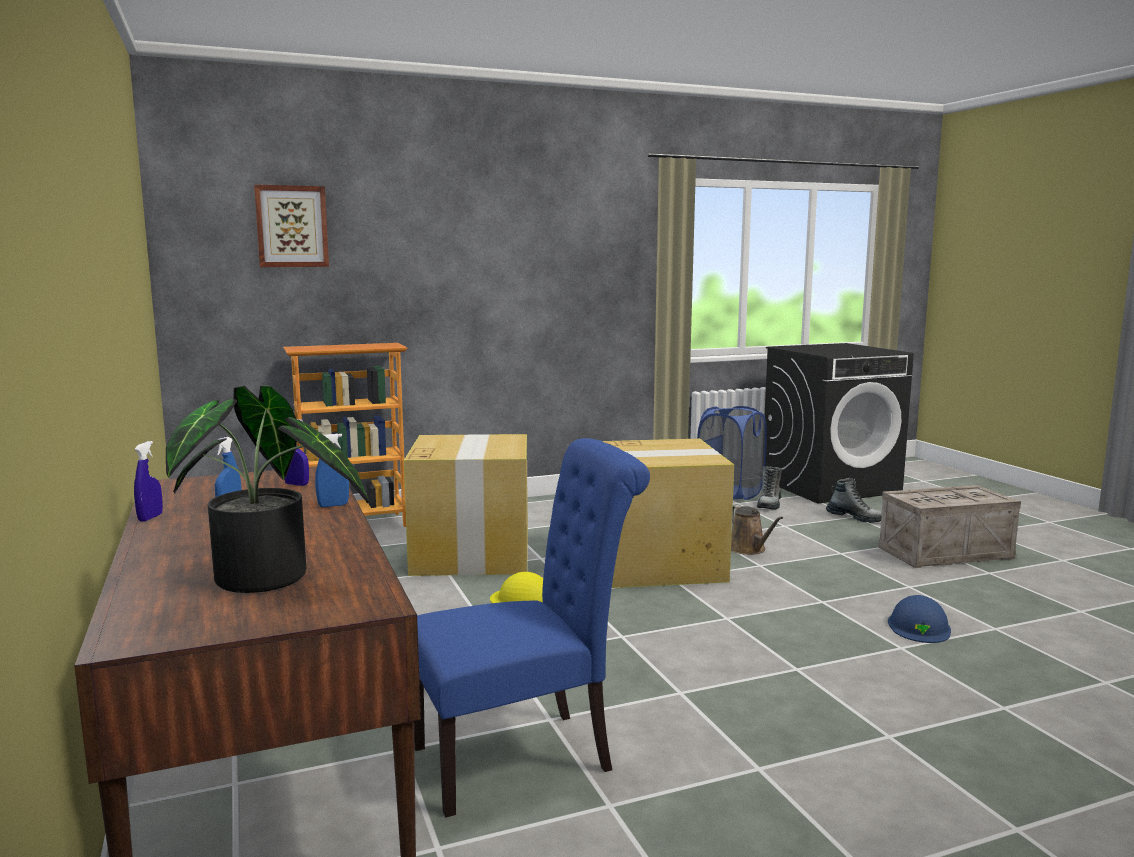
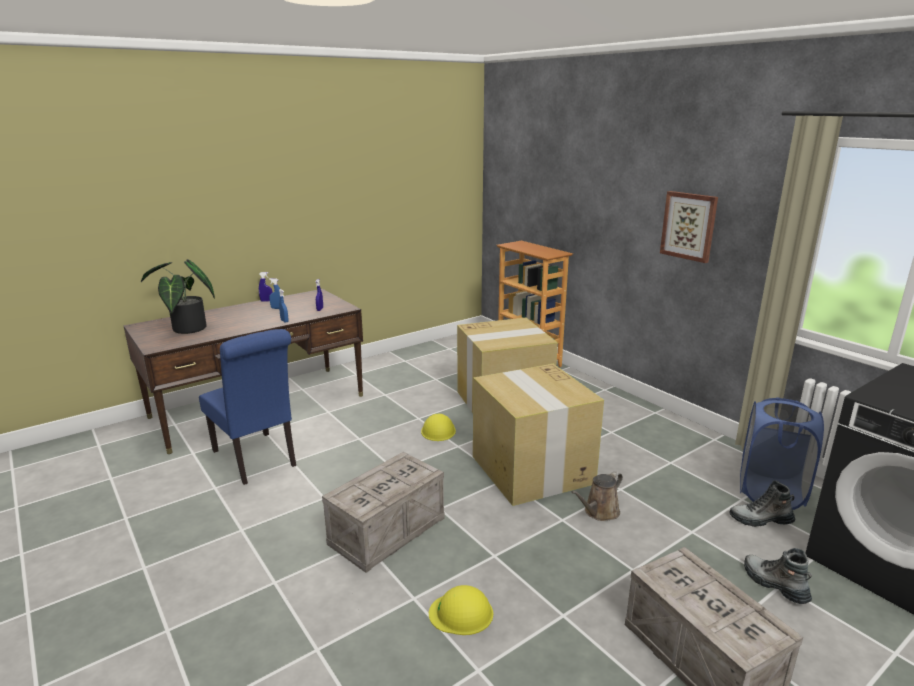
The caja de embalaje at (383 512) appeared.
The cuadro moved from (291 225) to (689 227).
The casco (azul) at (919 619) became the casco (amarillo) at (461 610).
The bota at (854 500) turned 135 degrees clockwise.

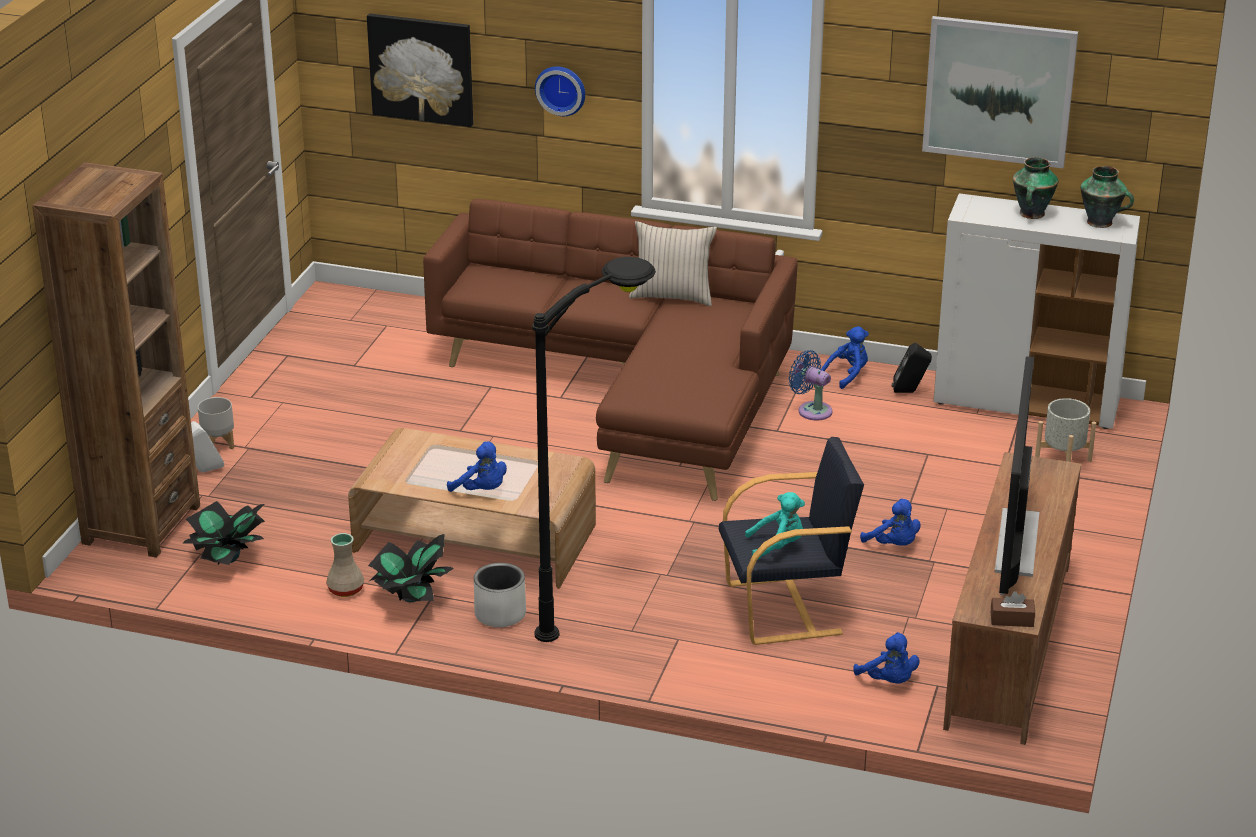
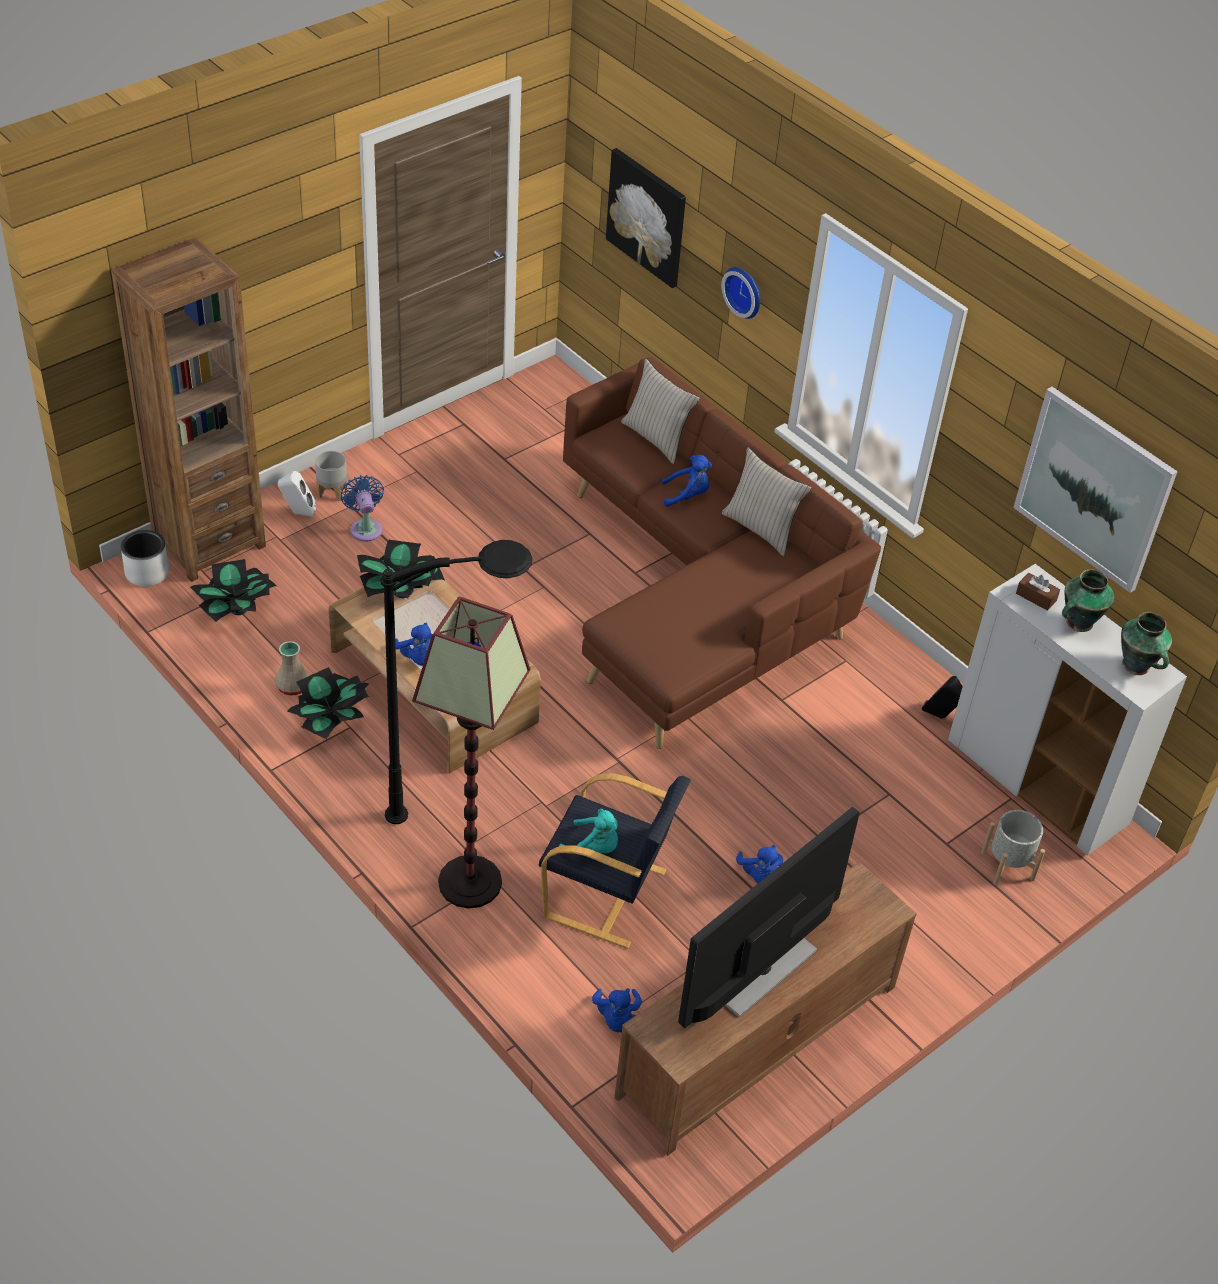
The planta en maceta at (401 569) appeared.
The lámpara de pie at (471 753) appeared.
The cojín (beis) at (660 411) appeared.
The maceta (blanco) moved from (500 595) to (145 558).
The ventilador (azul) moved from (810 385) to (362 508).
The peluche (azul) moved from (845 357) to (687 481).
The caja de pañuelos (marrón) moved from (1013 609) to (1038 592).

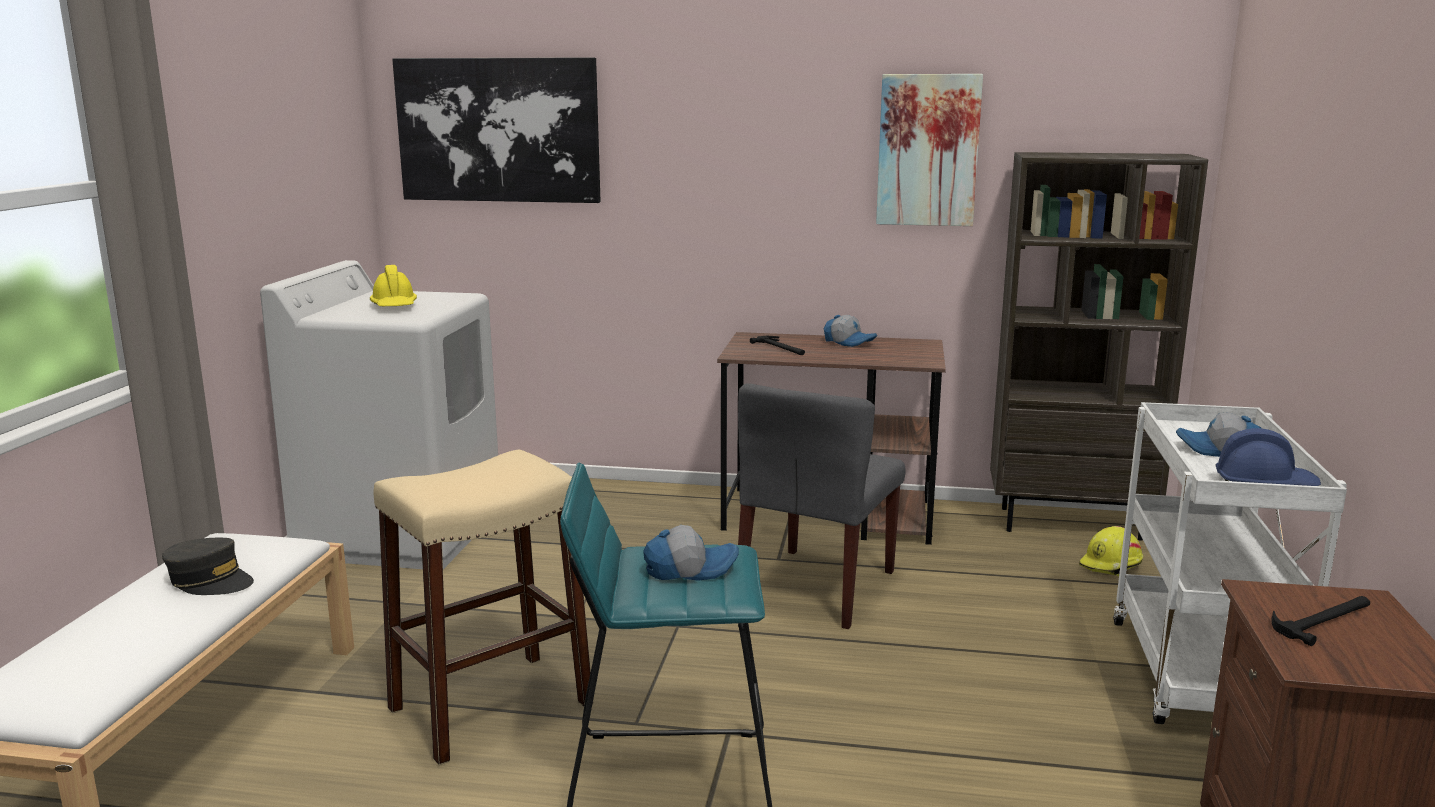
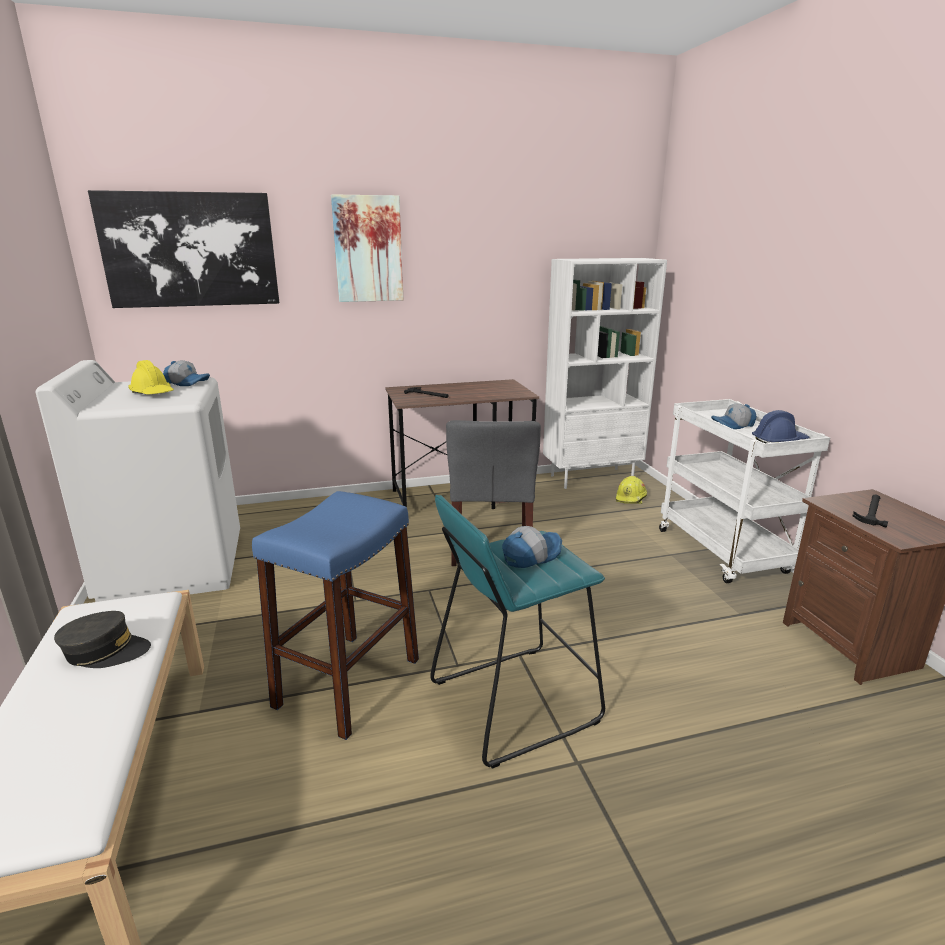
The gorra moved from (850 331) to (186 373).
The cuadro moved from (929 150) to (367 248).
The taburete (beis) at (484 607) became the taburete (azul) at (335 615).
The estantería (marrón) at (1099 346) became the estantería (blanco) at (605 373).

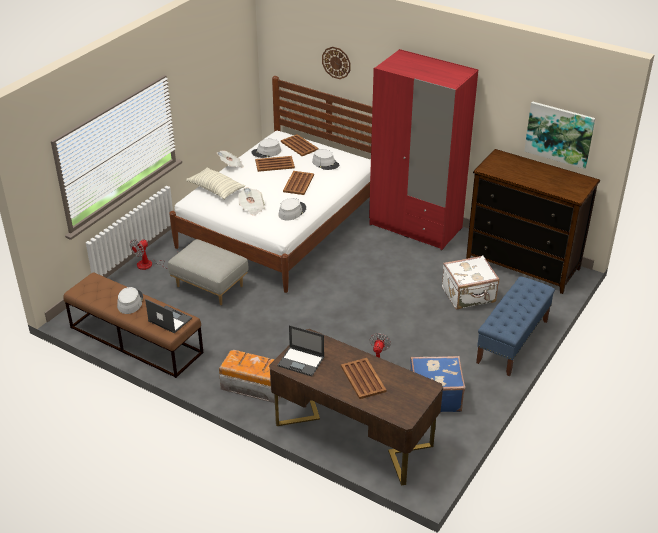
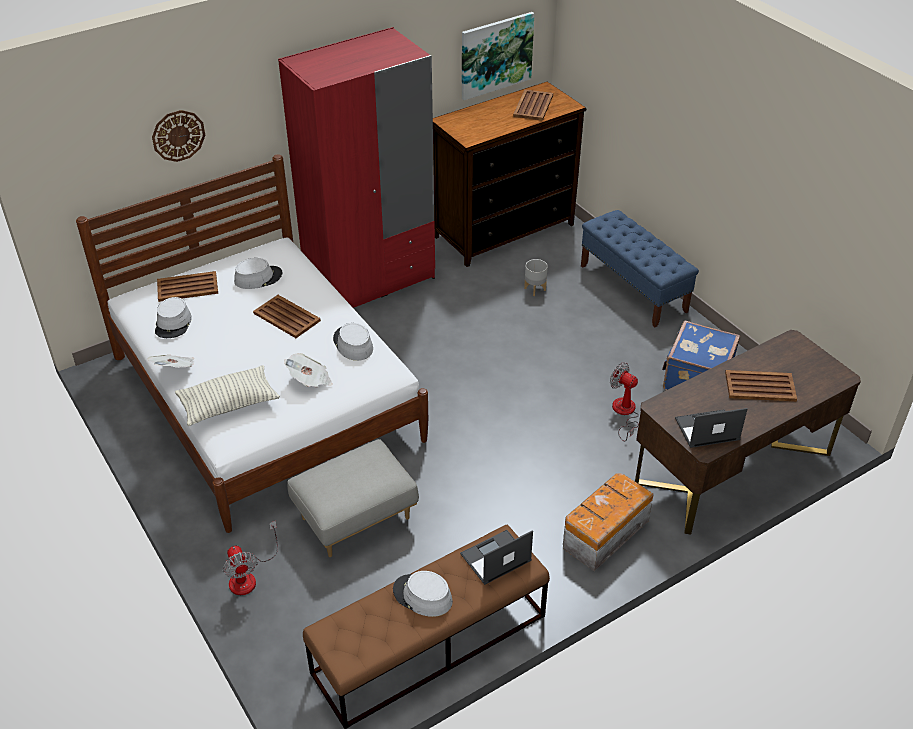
The bandeja (marrón) moved from (275 164) to (533 105).
The maleta (blanco) at (470 283) was replaced by the maceta (gris) at (536 277).
The portátil at (300 350) turned 150 degrees counterclockwise.

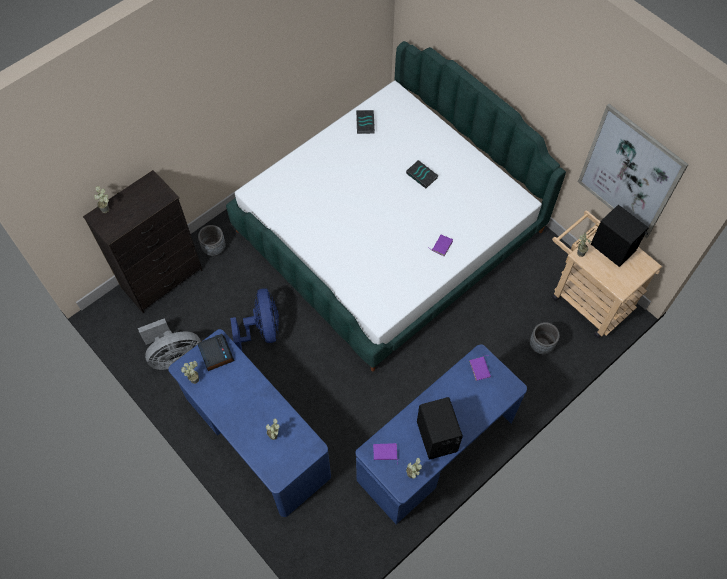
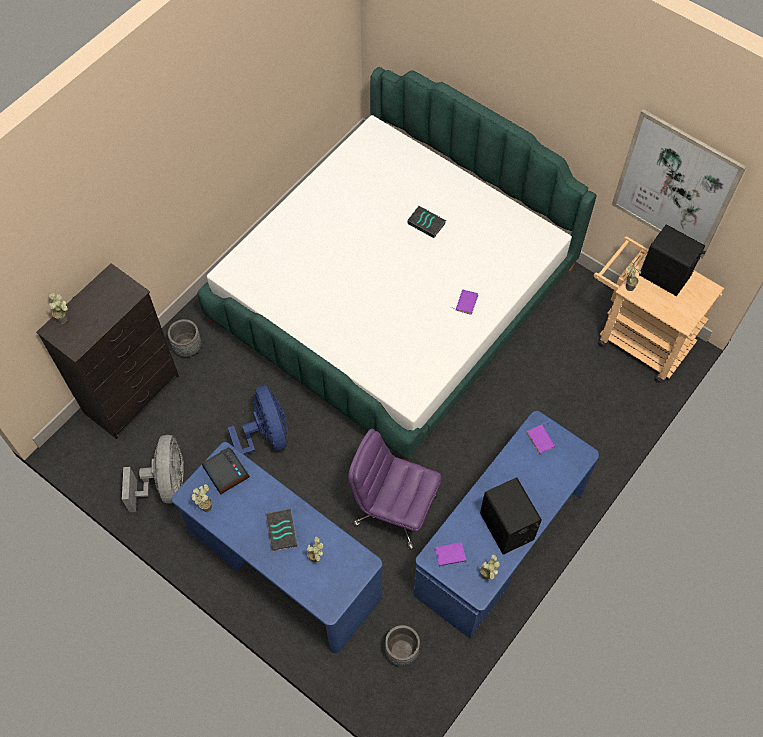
The silla de oficina (morado) at (395 489) appeared.
The libro moved from (365 122) to (281 530).
The maceta (gris) moved from (545 338) to (402 646).
The ventilador (gris) at (169 344) turned 60 degrees counterclockwise.

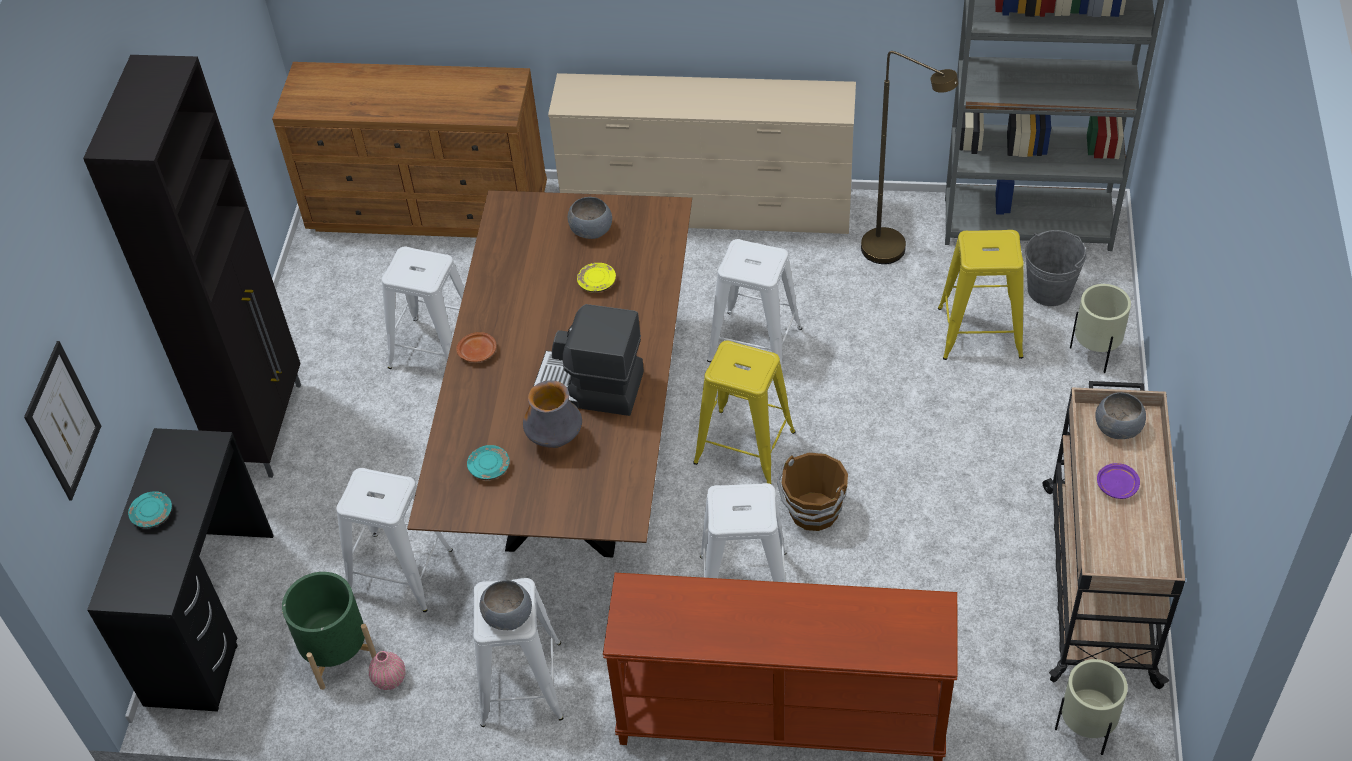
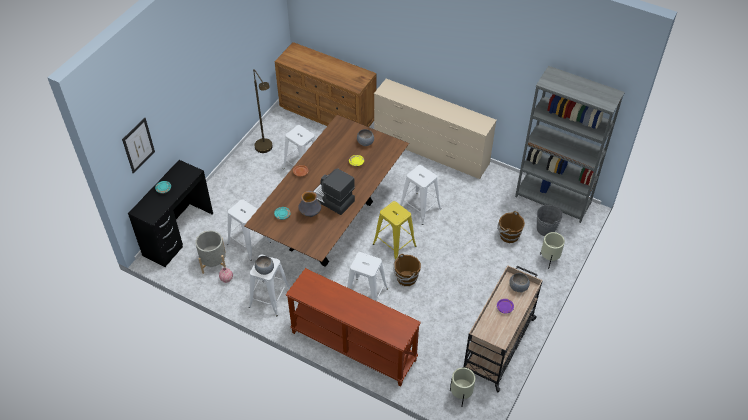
The armario (negro) at (192 266) disappeared.
The lámpara de pie (marrón) moved from (910 157) to (263 111).
The taburete (amarillo) at (981 295) was replaced by the cubo (marrón) at (511 227).
The maceta (verde) at (329 631) became the maceta (gris) at (210 252).

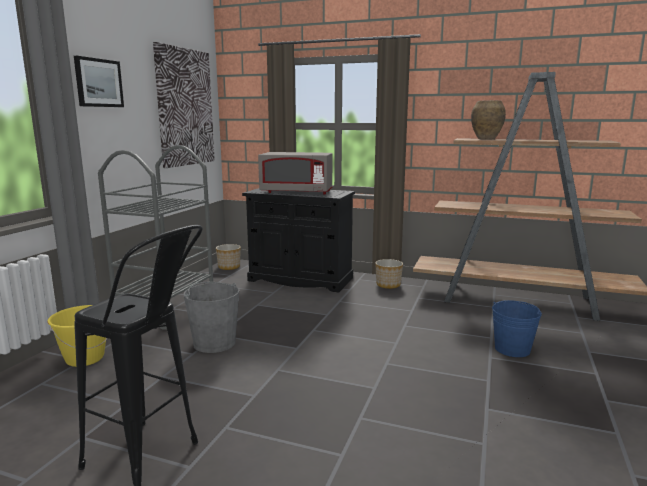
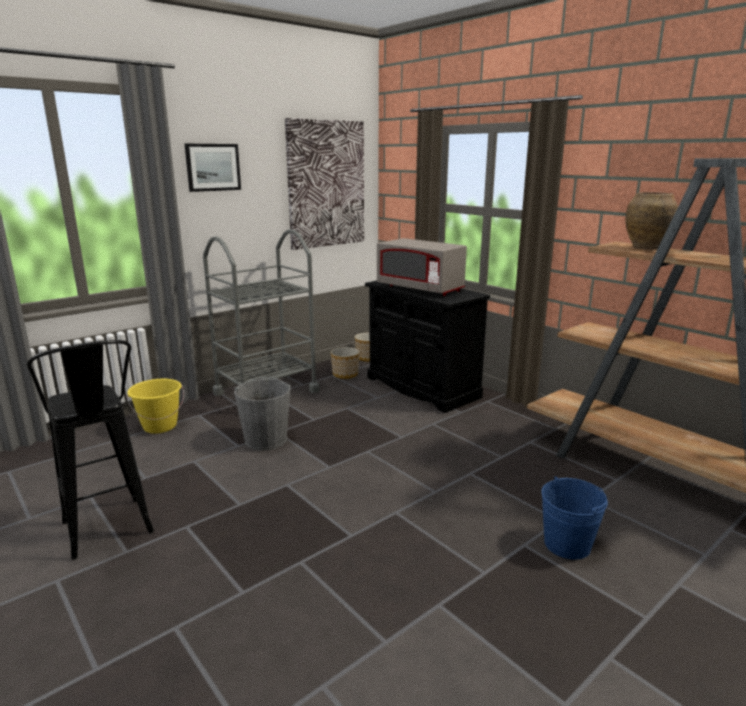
The maceta moved from (389 274) to (345 363).

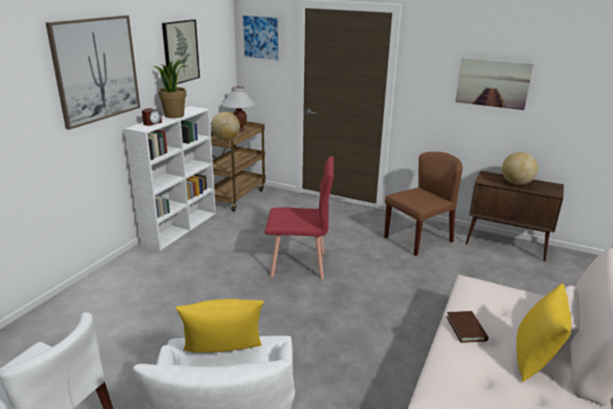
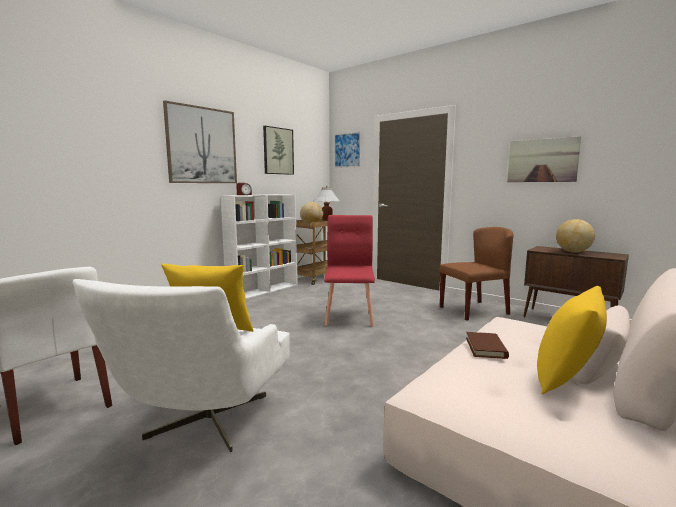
The planta en maceta at (170 89) disappeared.
The silla (rojo) at (299 217) turned 105 degrees counterclockwise.

